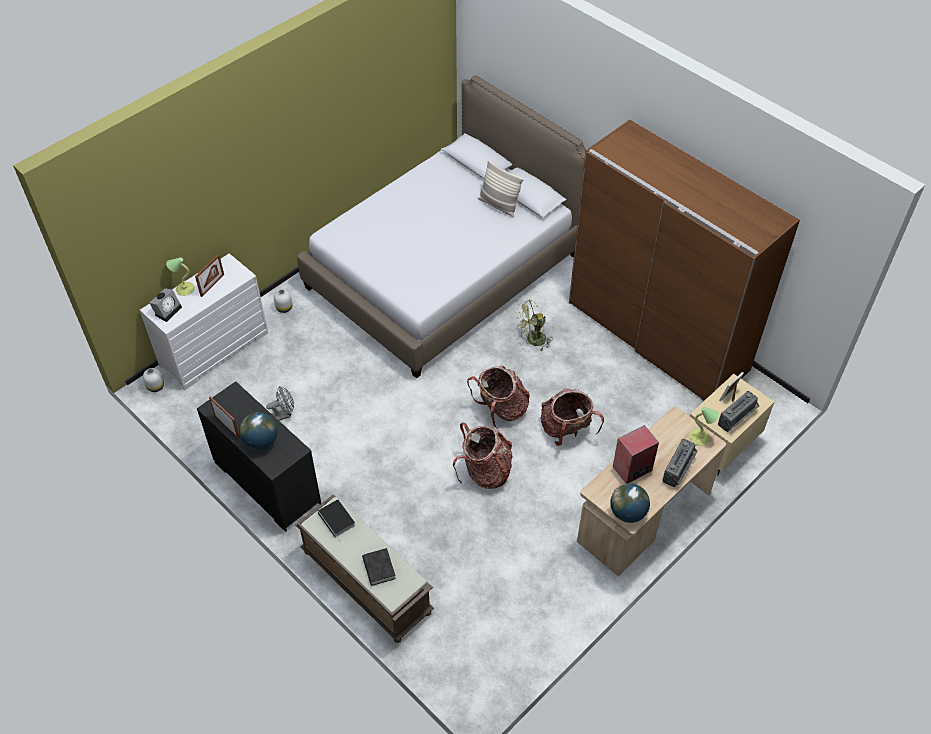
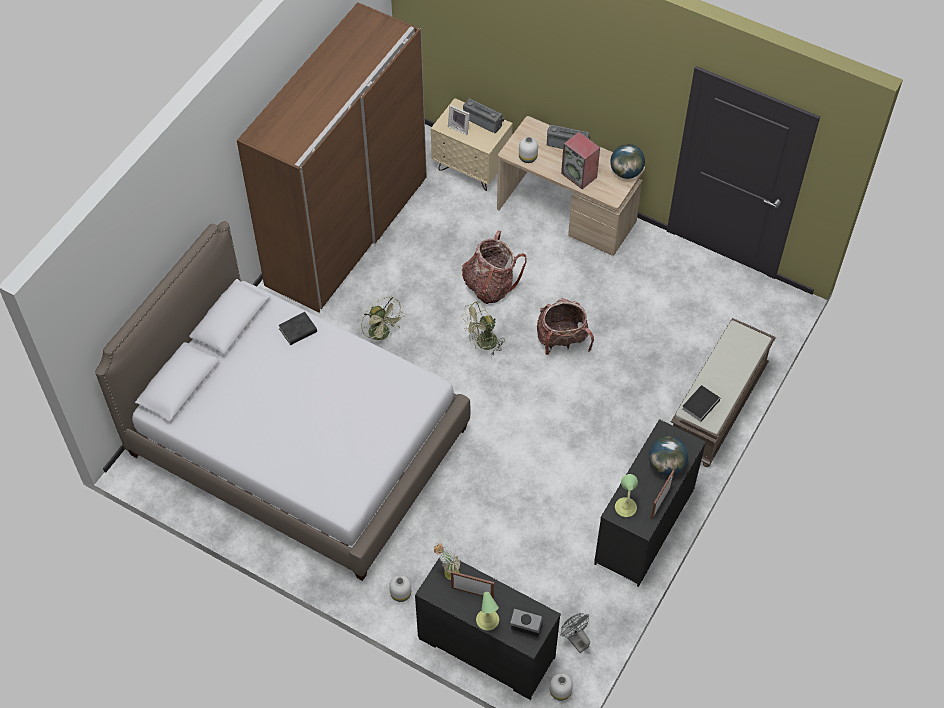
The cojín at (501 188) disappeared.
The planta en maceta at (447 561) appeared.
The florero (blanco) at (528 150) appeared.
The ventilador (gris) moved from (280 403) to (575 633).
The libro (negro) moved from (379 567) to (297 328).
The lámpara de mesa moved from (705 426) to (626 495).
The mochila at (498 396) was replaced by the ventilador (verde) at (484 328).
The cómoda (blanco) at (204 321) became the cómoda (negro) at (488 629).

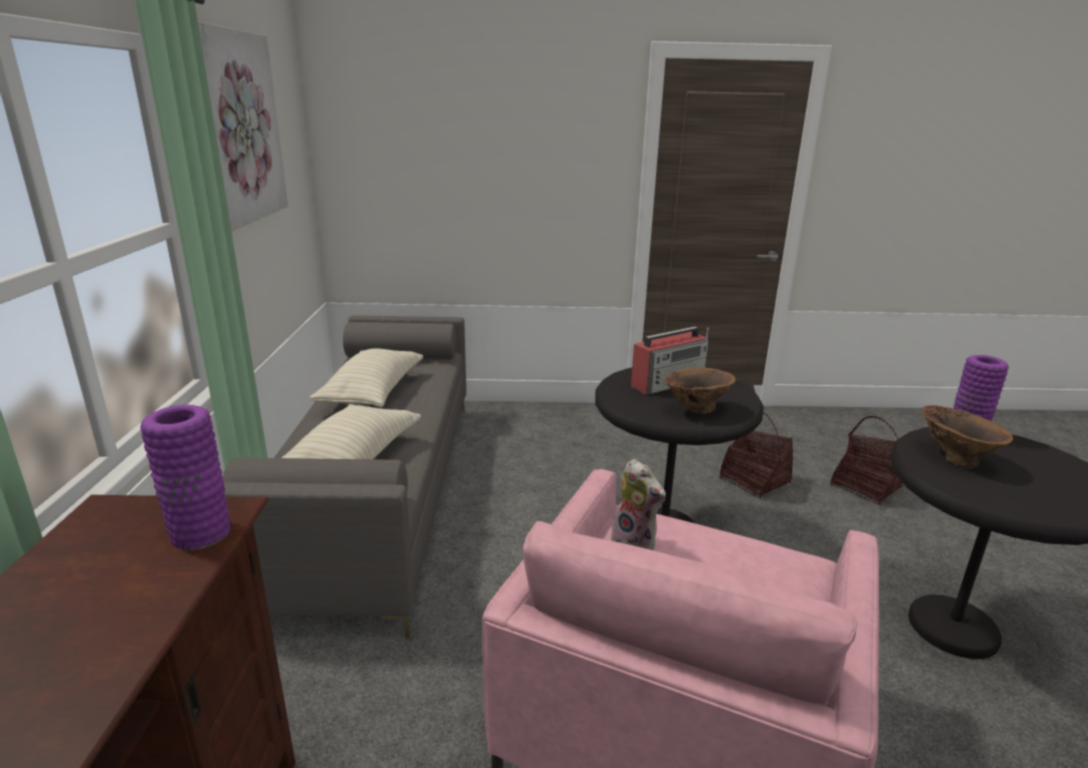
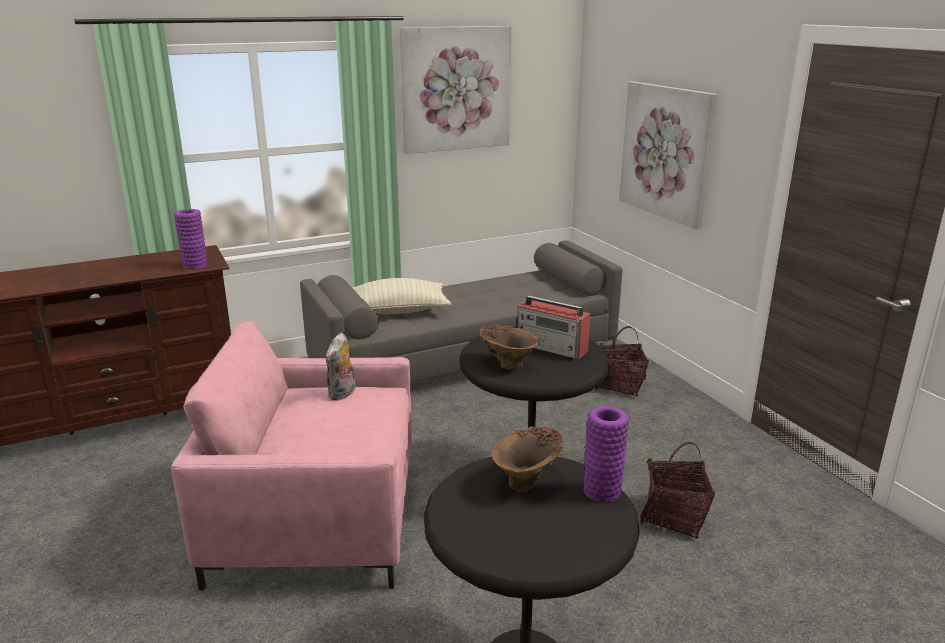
The cojín (beis) at (366 377) disappeared.
The cuadro at (668 155) appeared.
The cesta moved from (866 461) to (622 361).

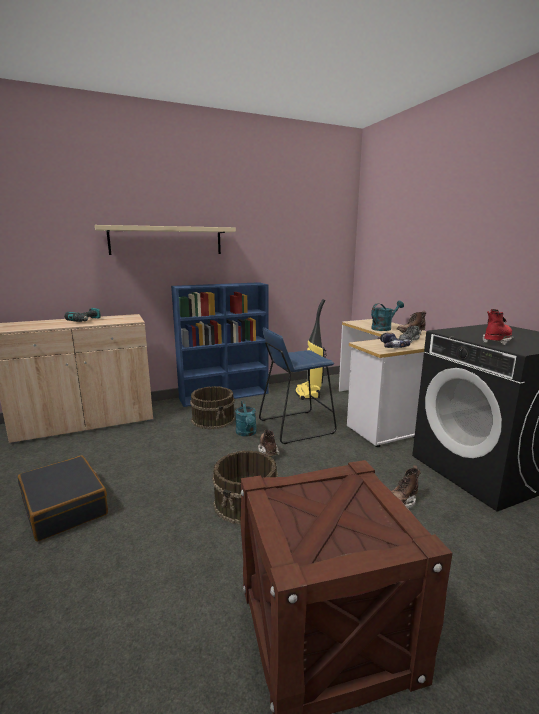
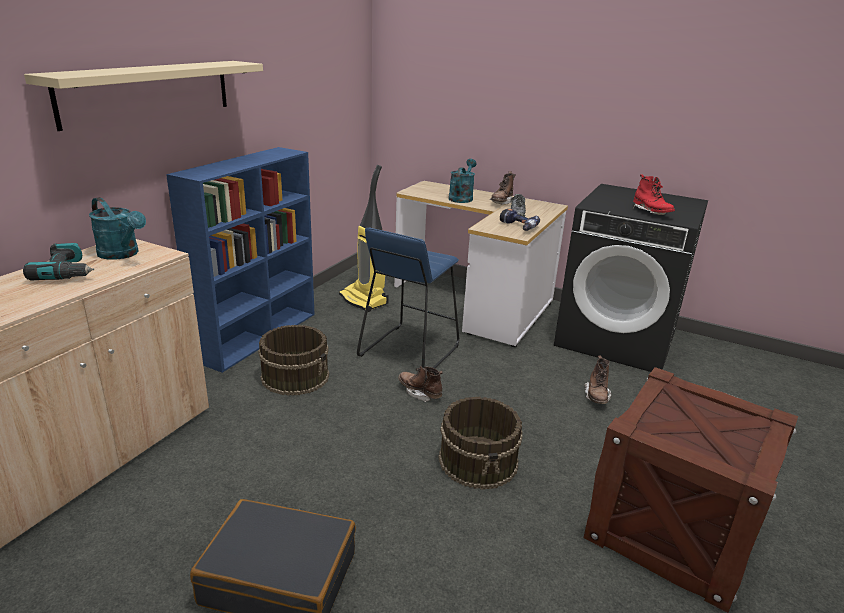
The regadera (turquesa) moved from (246 419) to (117 228).
The bota (rojo) at (498 327) turned 150 degrees clockwise.

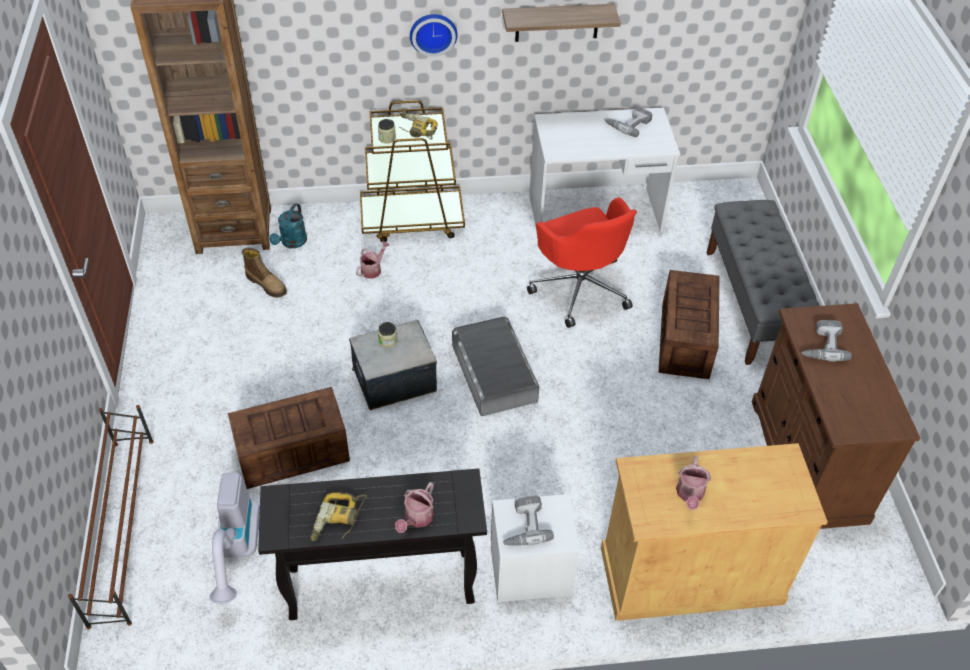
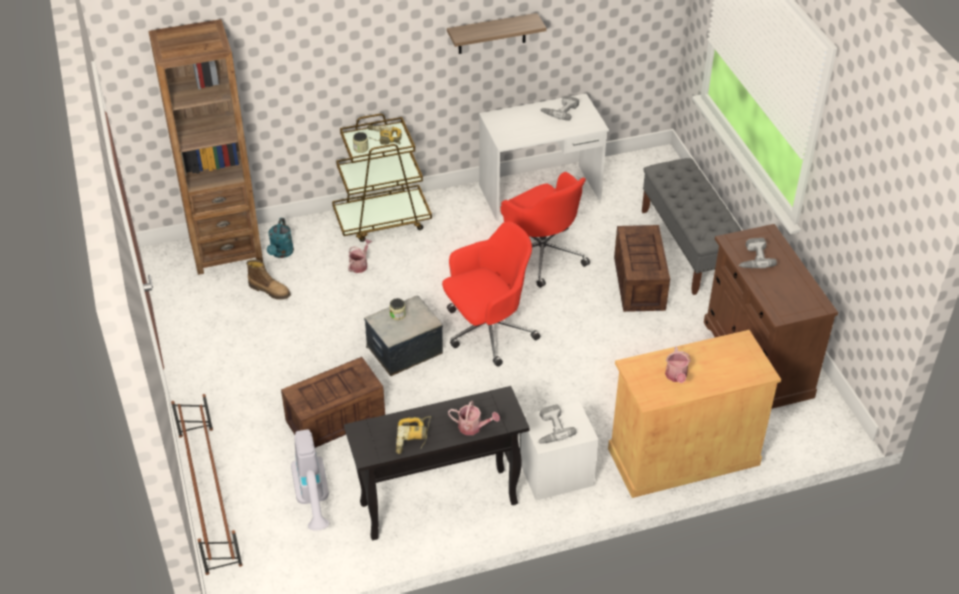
The reloj de pared at (434 35) disappeared.
The caja de almacenaje (gris) at (495 366) was replaced by the silla de oficina (rojo) at (491 294).
The regadera at (414 507) turned 90 degrees counterclockwise.

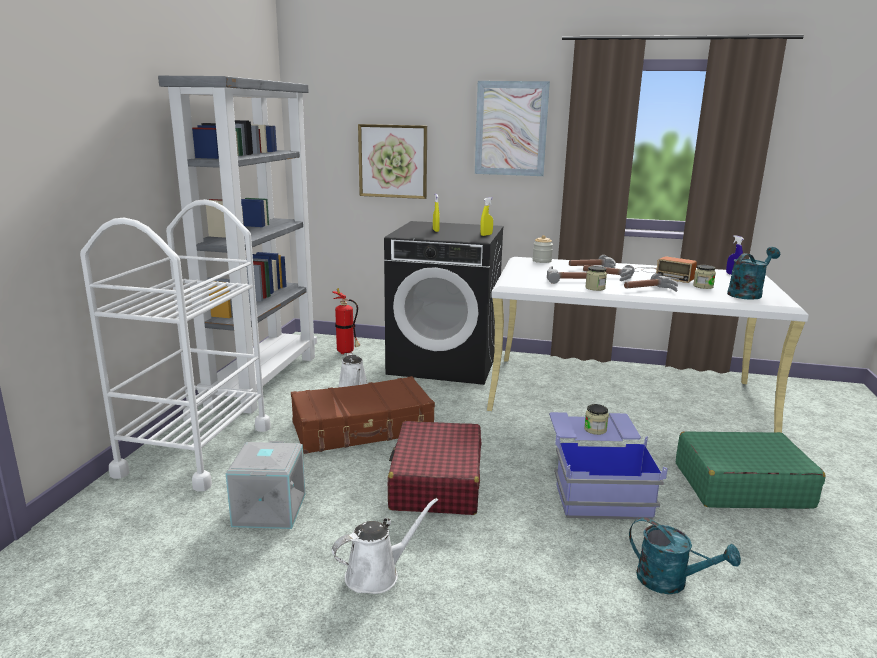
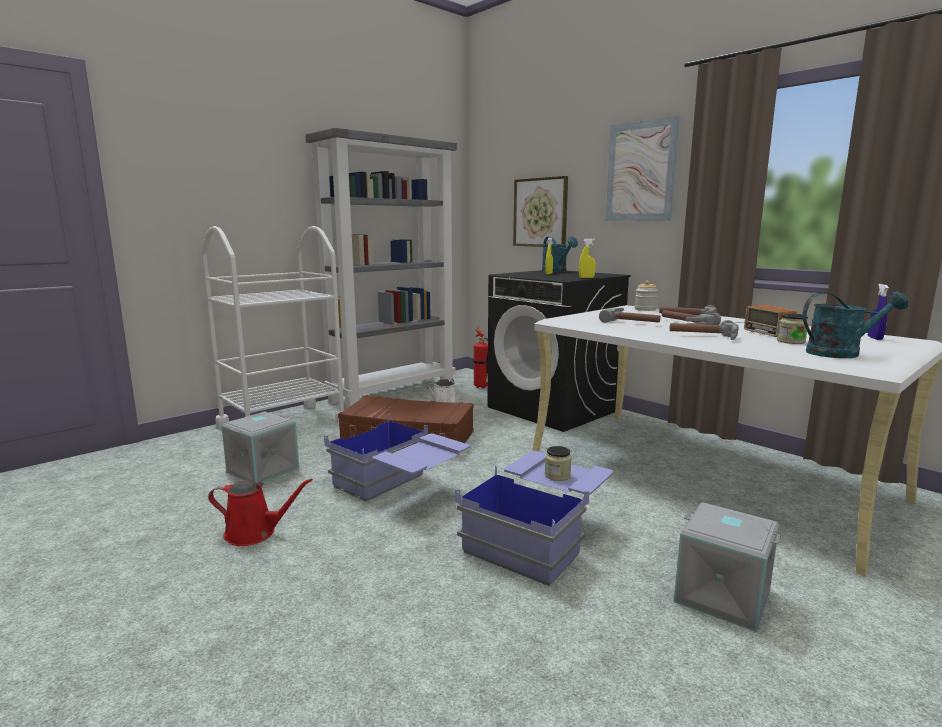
The tarro at (596 278) disappeared.
The regadera (turquesa) moved from (685 555) to (560 254).
The maleta (rojo) at (434 468) was replaced by the caja de almacenaje (azul) at (397 457).
The maleta (verde) at (751 470) was replaced by the caja de almacenaje (gris) at (727 567).
The regadera (blanco) at (385 546) became the regadera (rojo) at (260 512).

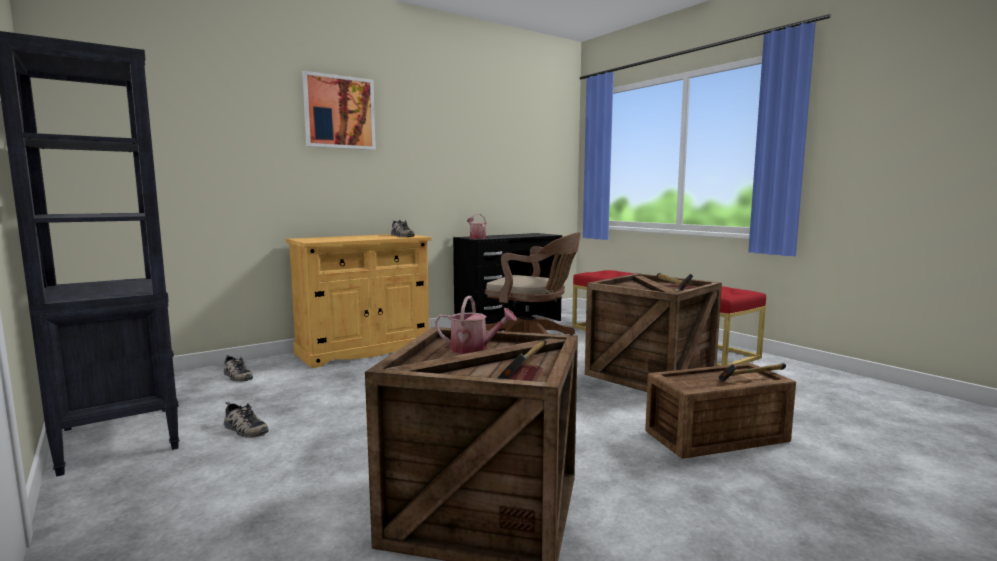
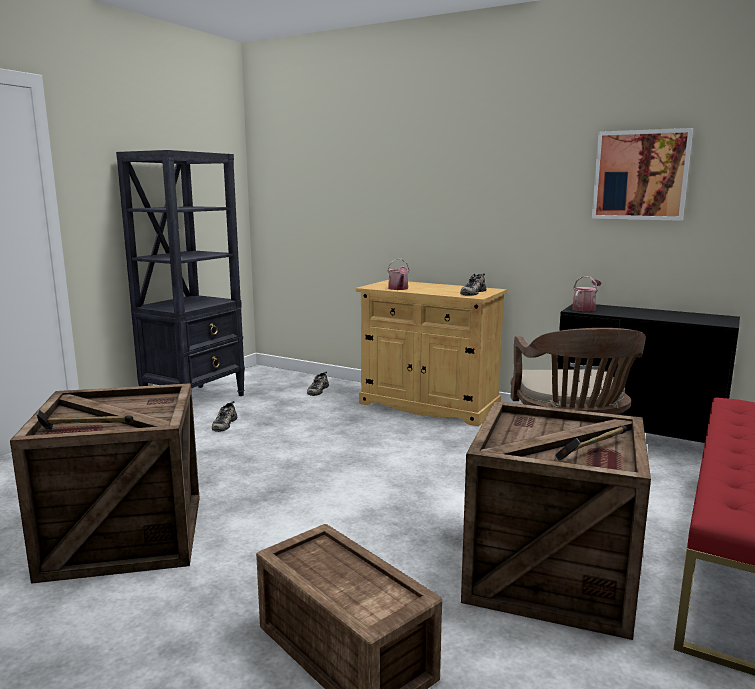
The martillo at (752 372) disappeared.
The cuadro moved from (339 110) to (642 174).
The regadera moved from (476 325) to (398 274).

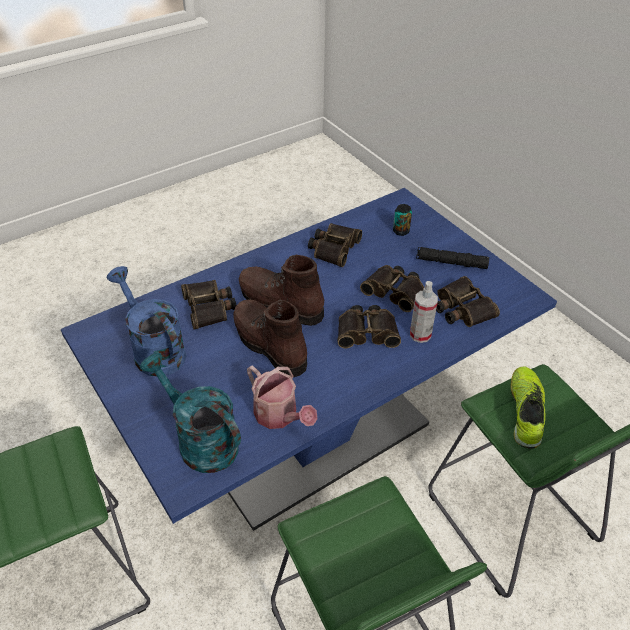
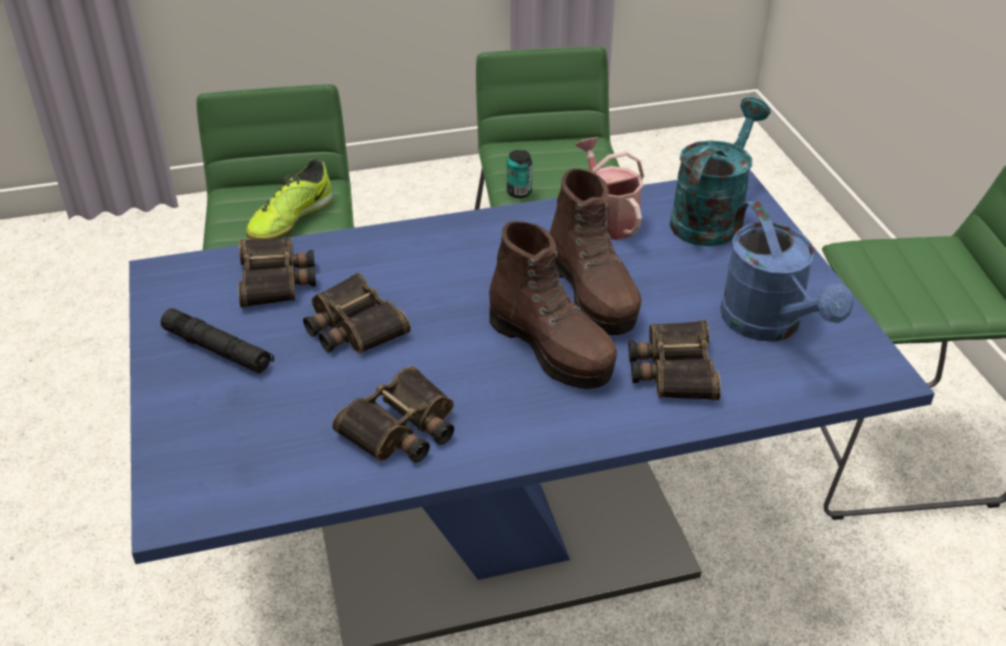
The prismáticos at (369 326) disappeared.
The pulverizador at (424 312) disappeared.
The lata moved from (402 220) to (520 174).
The regadera (turquesa) at (190 412) turned 120 degrees counterclockwise.

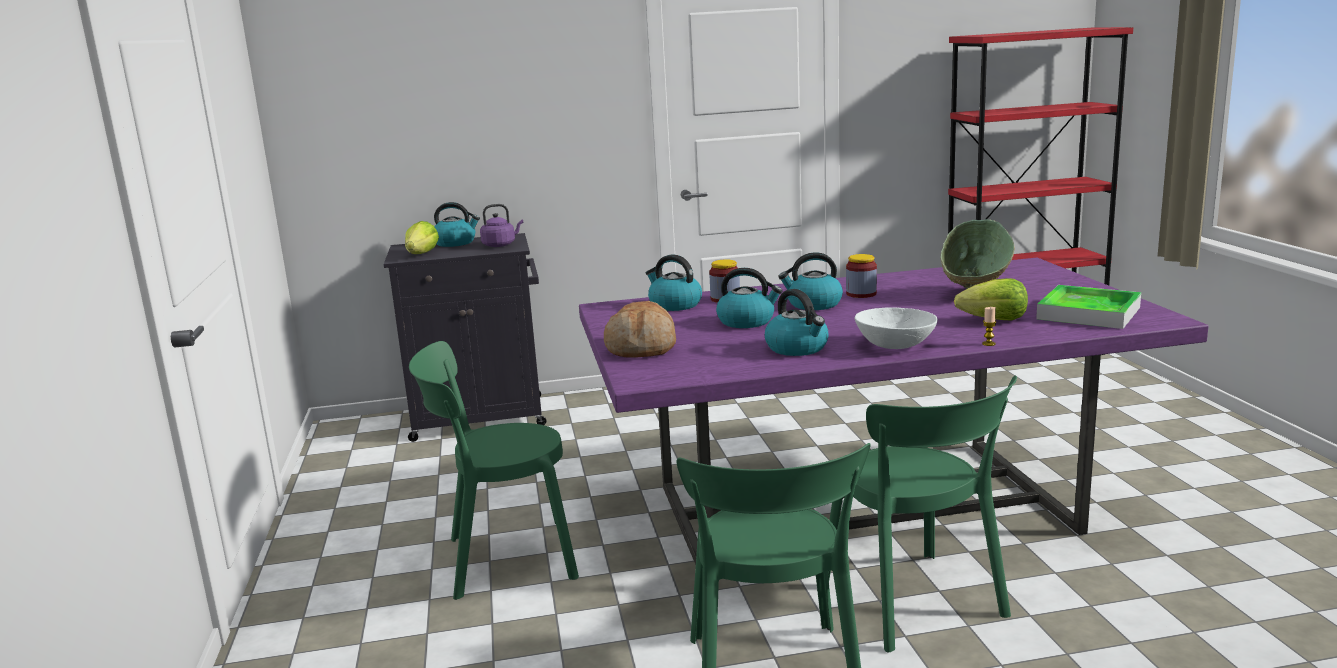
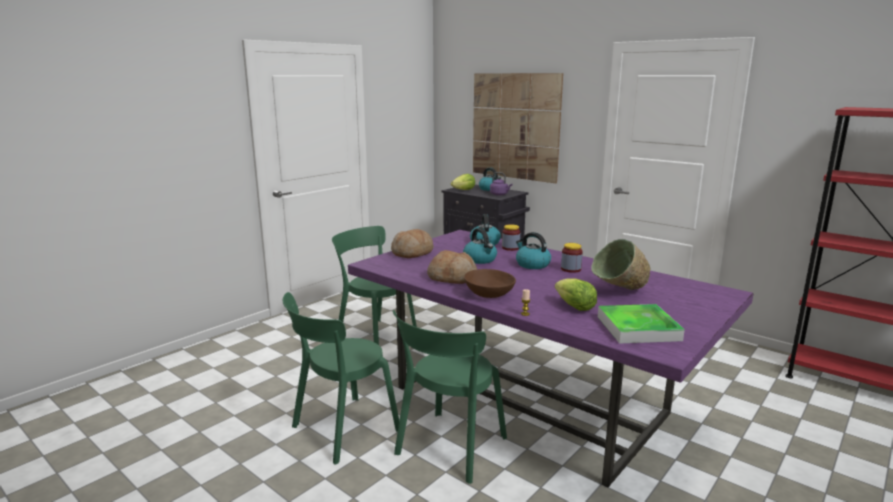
The cuadro at (518 128) appeared.
The hervidor at (797 322) was replaced by the pan at (452 267).
The cuenco (blanco) at (896 328) became the cuenco (marrón) at (490 283).

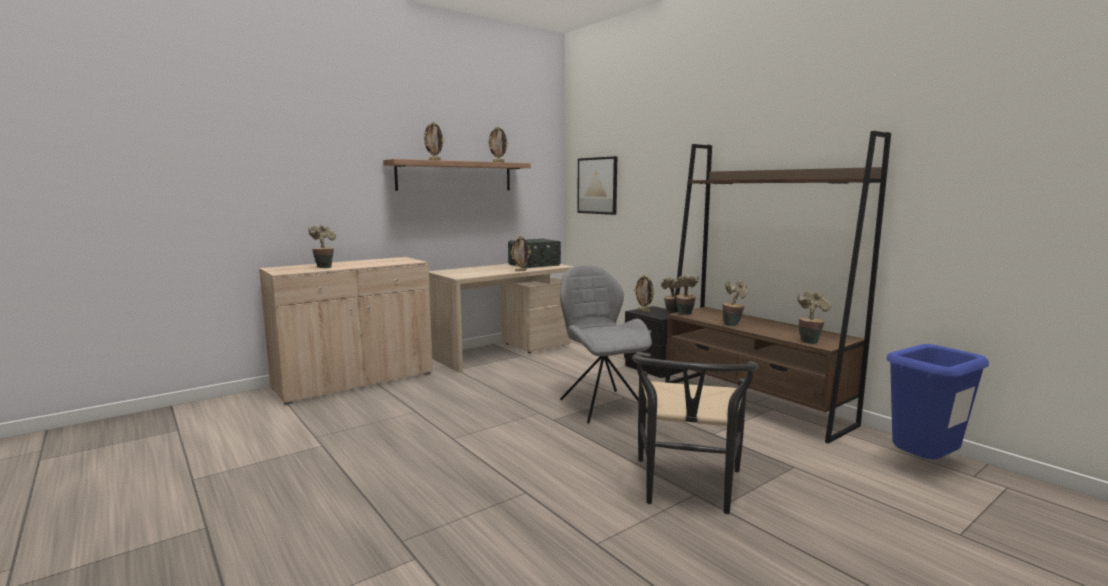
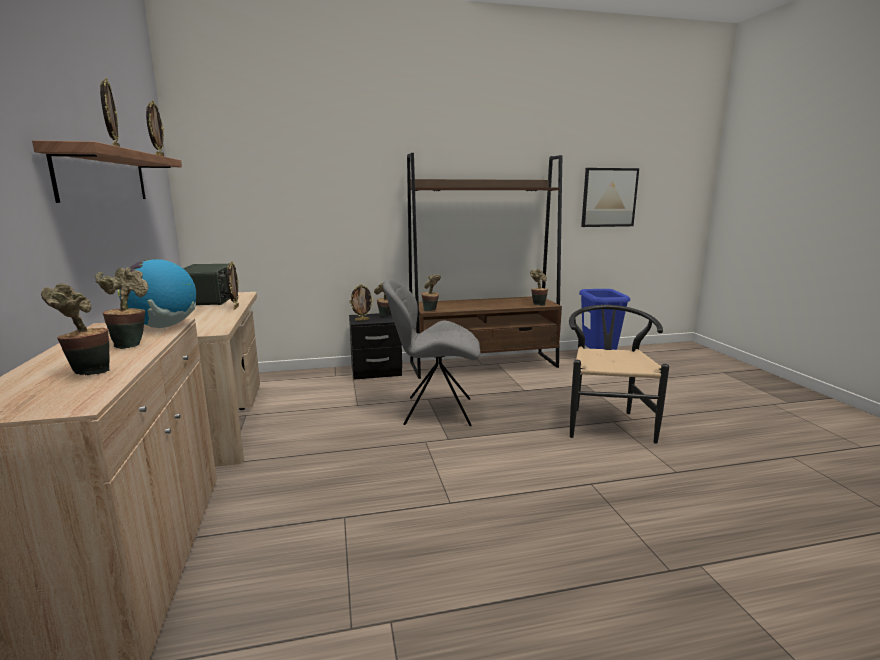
The globo terráqueo at (157 293) appeared.
The cuadro moved from (597 185) to (610 197).
The planta en maceta moved from (735 303) to (121 308).
The silla (negro) at (695 433) turned 120 degrees counterclockwise.

